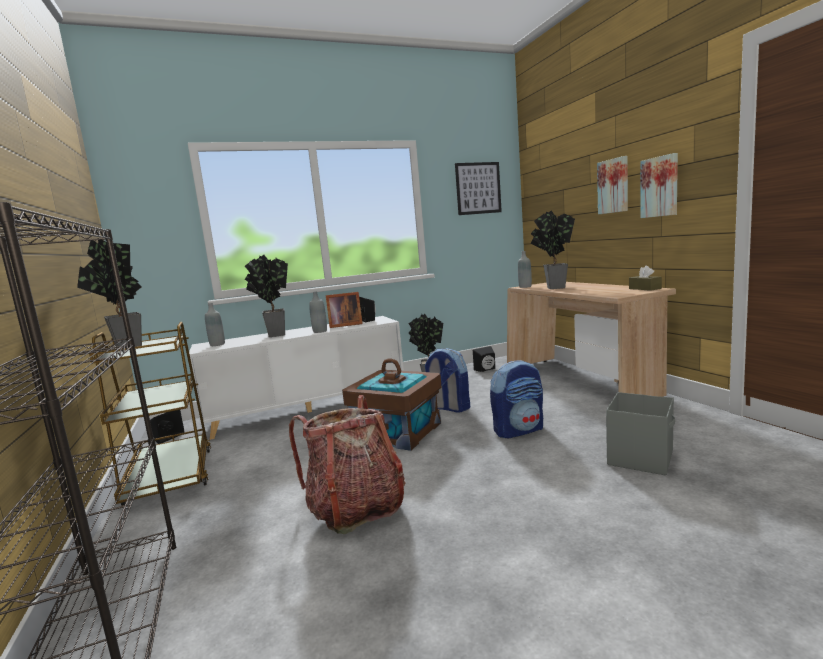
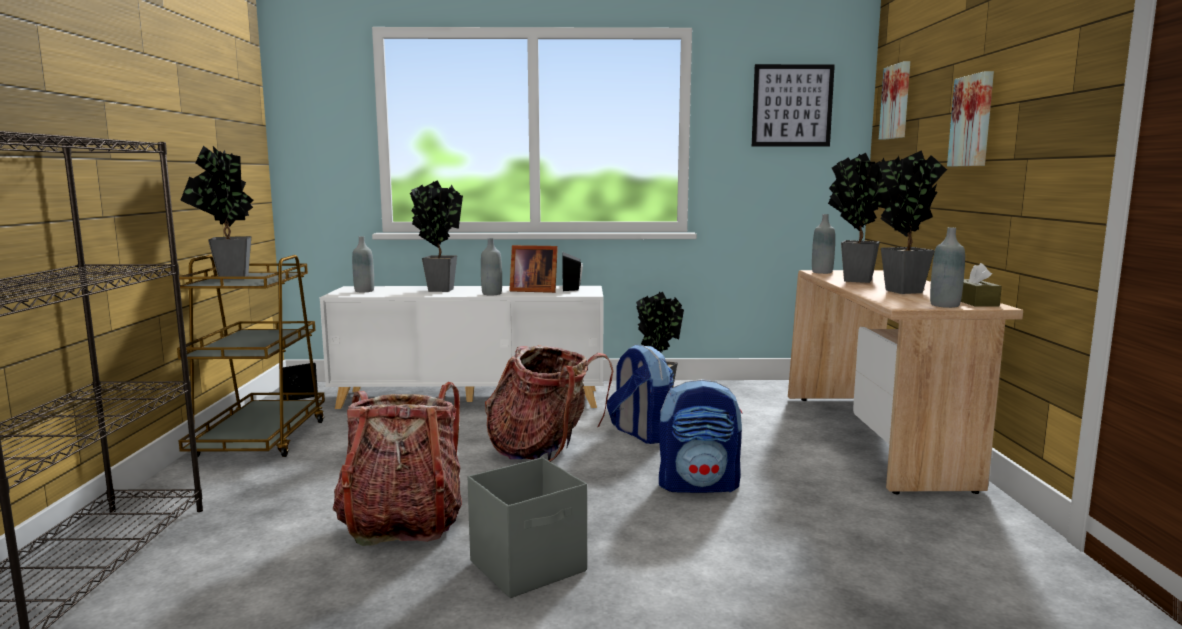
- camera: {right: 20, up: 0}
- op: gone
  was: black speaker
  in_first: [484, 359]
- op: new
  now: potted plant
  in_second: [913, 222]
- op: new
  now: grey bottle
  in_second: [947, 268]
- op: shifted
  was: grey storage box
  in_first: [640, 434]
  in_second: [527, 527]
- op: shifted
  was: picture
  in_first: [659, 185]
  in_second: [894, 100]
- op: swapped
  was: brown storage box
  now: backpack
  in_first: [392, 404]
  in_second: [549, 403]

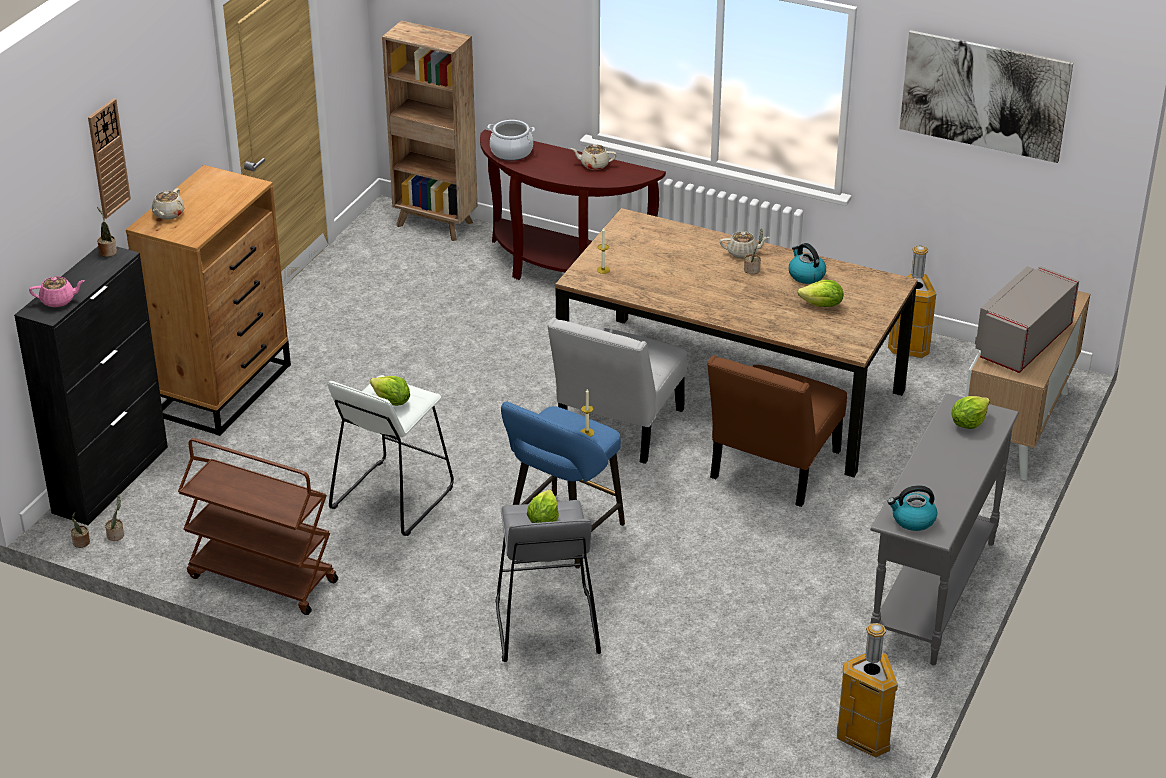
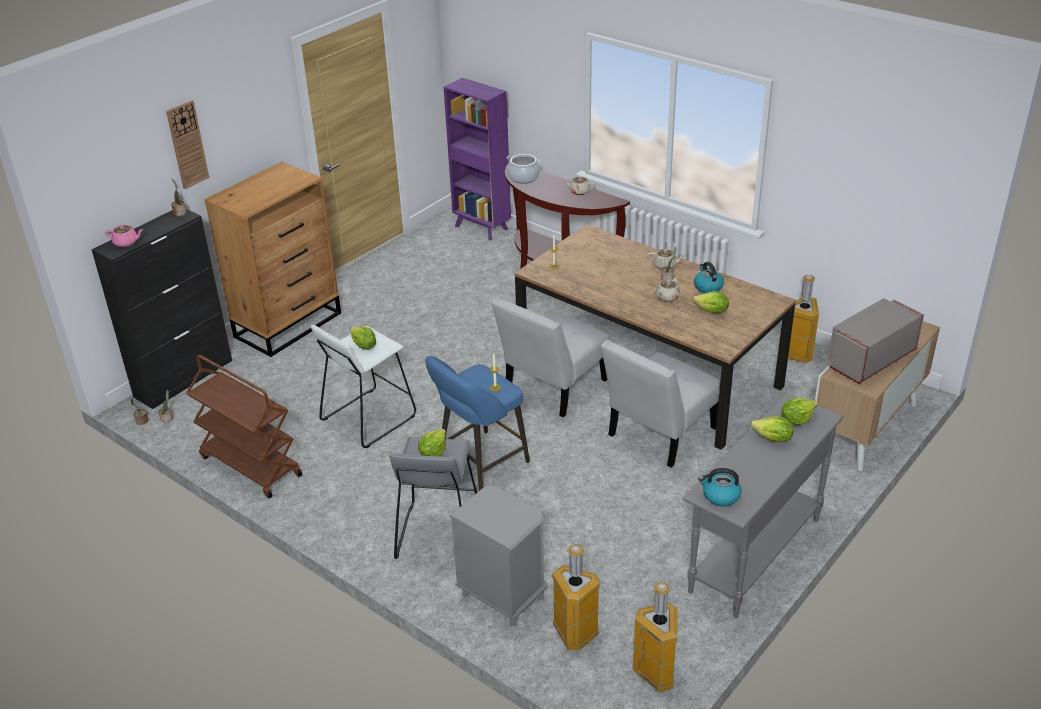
- camera: {right: 15, up: 0}
- op: gone
  was: picture
  in_first: [986, 96]
- op: new
  now: grey nightstand
  in_second: [498, 556]
- op: new
  now: trash can
  in_second: [576, 597]
- op: new
  now: lettuce
  in_second: [772, 429]
- op: shifted
  was: beige teapot
  in_first: [168, 204]
  in_second: [668, 290]
- op: repainted
  was: brown bookcase
  now: purple bookcase
  in_first: [430, 131]
  in_second: [477, 159]
- op: repainted
  was: brown chair
  now: white chair
  in_first: [777, 431]
  in_second: [660, 404]

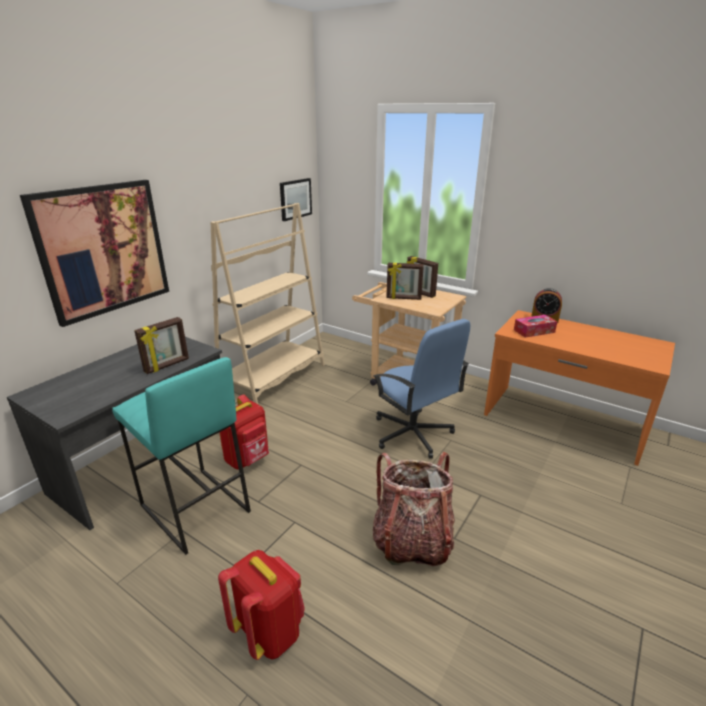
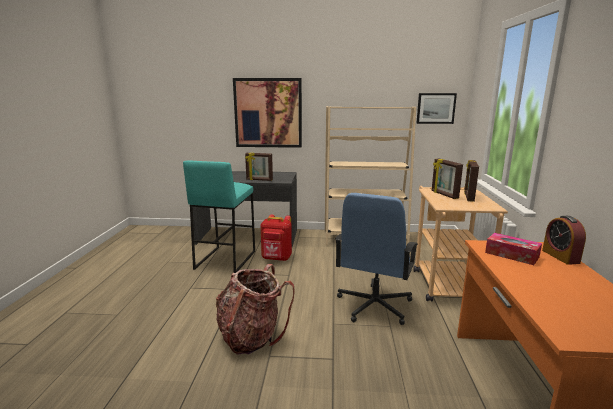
- camera: {right: 60, up: -10}
- op: gone
  was: red backpack
  in_first: [261, 605]

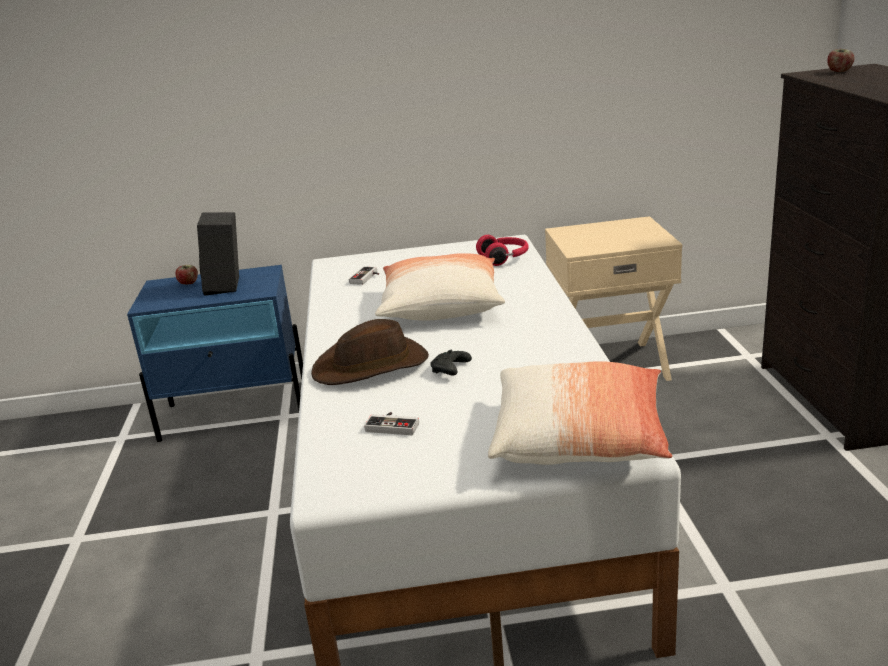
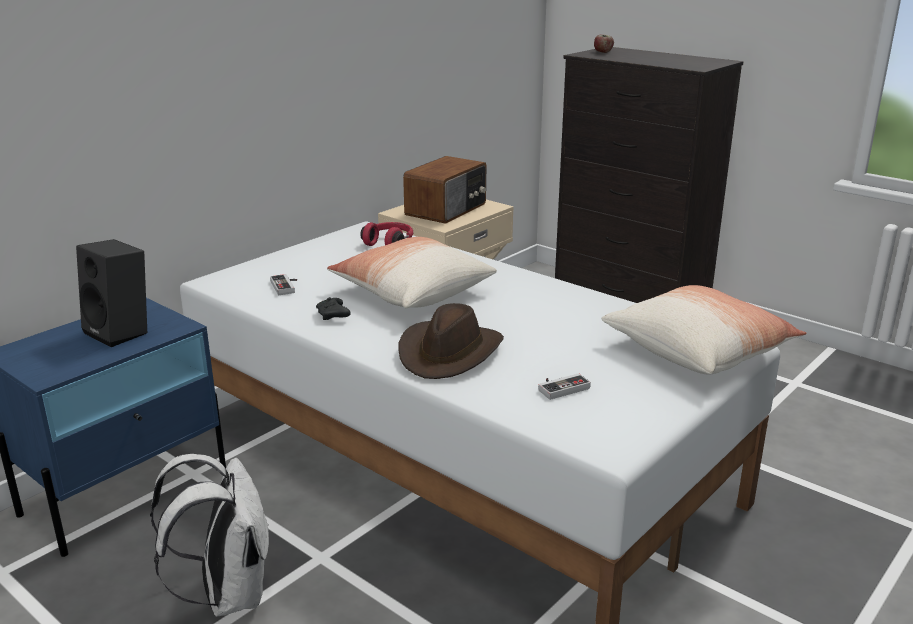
- camera: {right: -45, up: 0}
- op: gone
  was: apple
  in_first: [186, 274]
- op: new
  now: white backpack
  in_second: [209, 535]
- op: new
  now: radio
  in_second: [444, 190]
- op: shifted
  was: black game controller
  in_first: [451, 363]
  in_second: [333, 308]

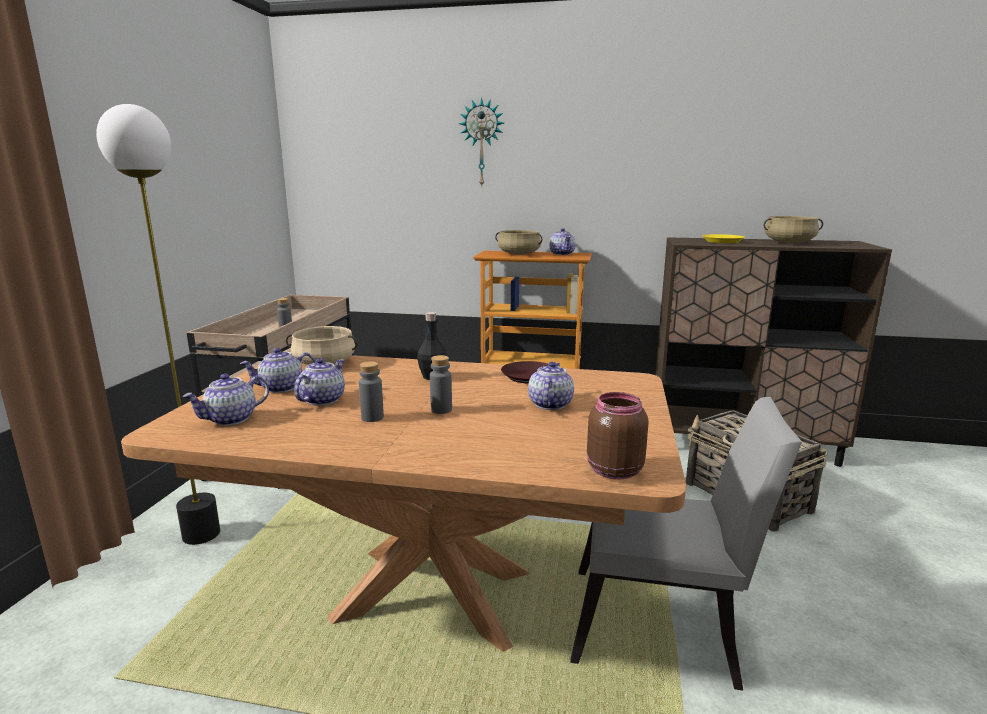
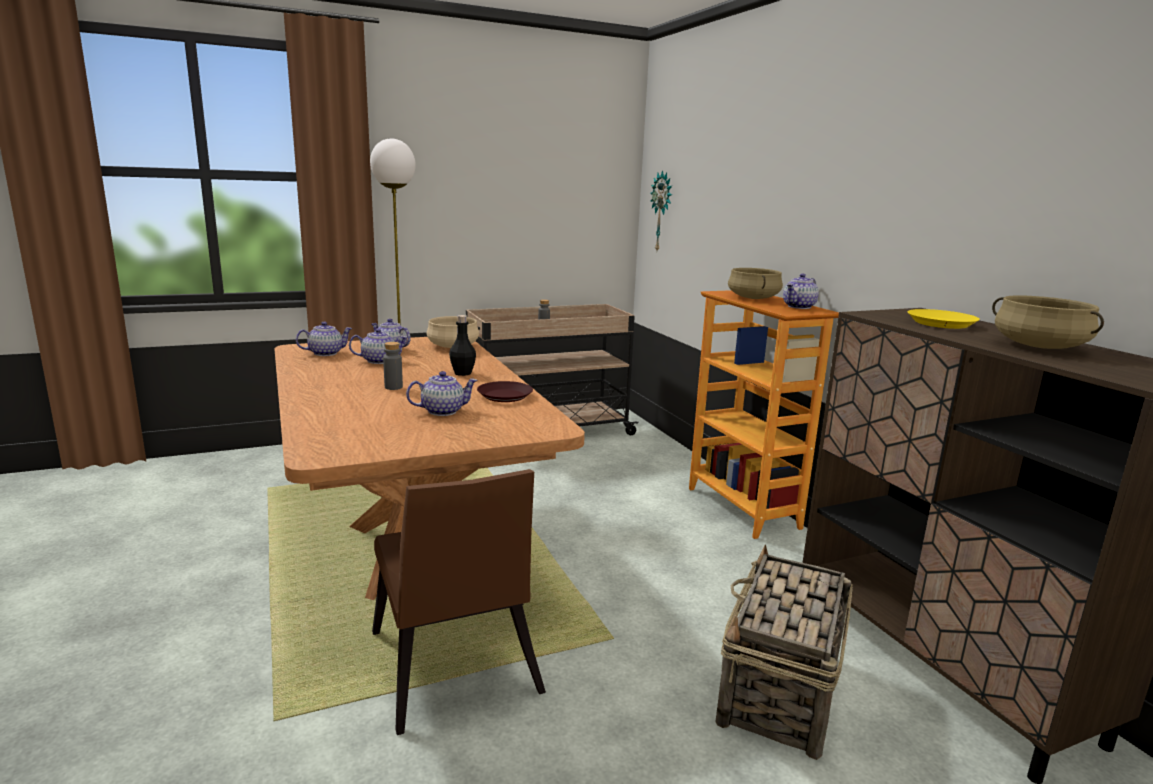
- camera: {right: 55, up: 0}
- op: gone
  was: grey bottle
  in_first: [371, 391]
- op: gone
  was: brown jar
  in_first: [618, 436]
- op: shifted
  was: wall clock
  in_first: [481, 141]
  in_second: [661, 210]
- op: repainted
  was: grey chair
  now: brown chair
  in_first: [686, 544]
  in_second: [459, 602]
- op: rotated
  was: teapot
  in_first: [226, 400]
  in_second: [324, 339]
  clockwise: 135

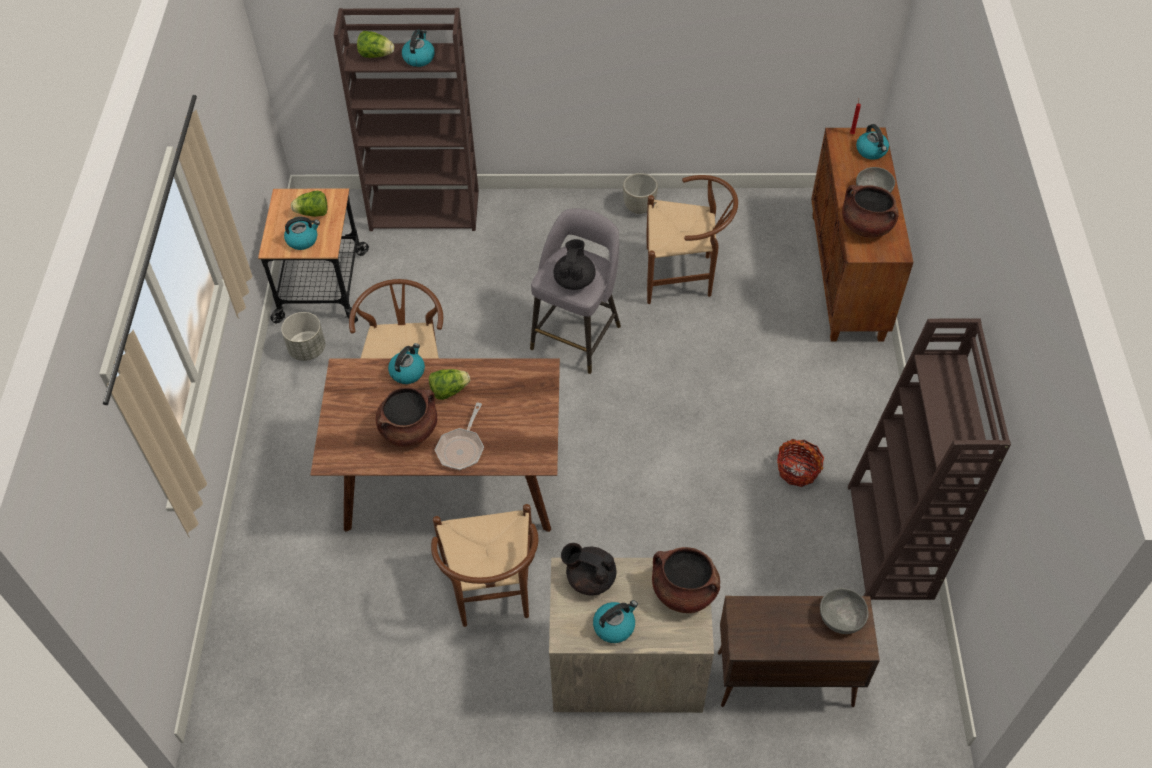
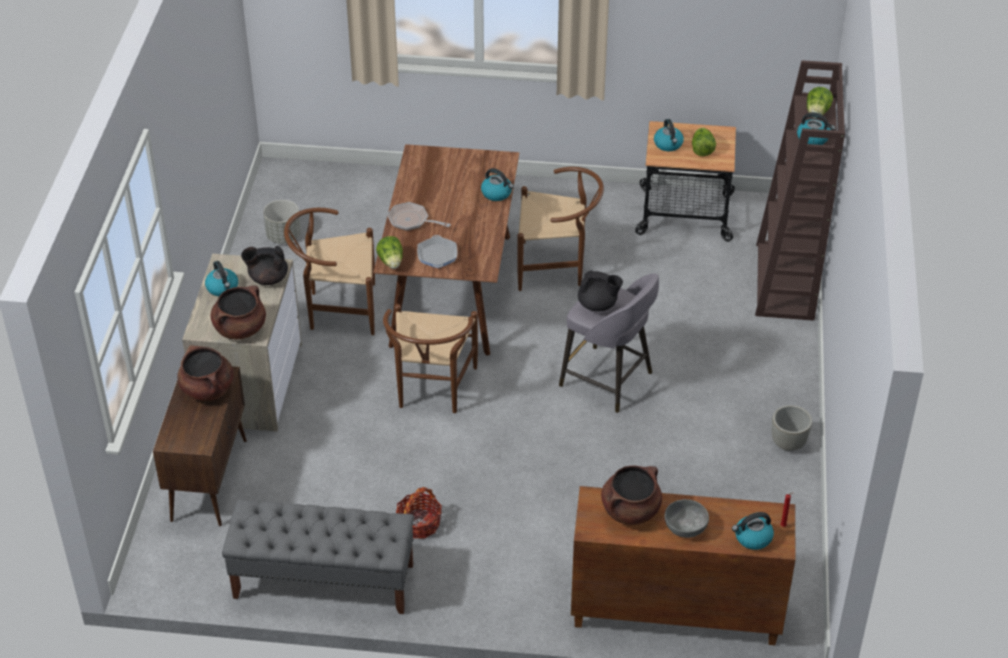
- camera: {right: 95, up: -10}
- op: gone
  was: grey bowl
  in_first: [844, 611]
- op: new
  now: frying pan
  in_second: [437, 251]
- op: shifted
  was: grey planter
  in_first: [303, 336]
  in_second: [282, 222]
- op: shifted
  was: brown cooking pot
  in_first: [406, 417]
  in_second: [205, 373]
- op: shifted
  was: lettuce
  in_first: [449, 384]
  in_second: [389, 252]
- op: shifted
  was: brown chair
  in_first: [692, 239]
  in_second: [430, 358]
- op: swapped
  was: brown bookcase
  now: grey bench
  in_first: [929, 459]
  in_second: [318, 557]
- op: rotated
  was: black teapot
  in_first: [588, 569]
  in_second: [264, 265]
  clockwise: -120

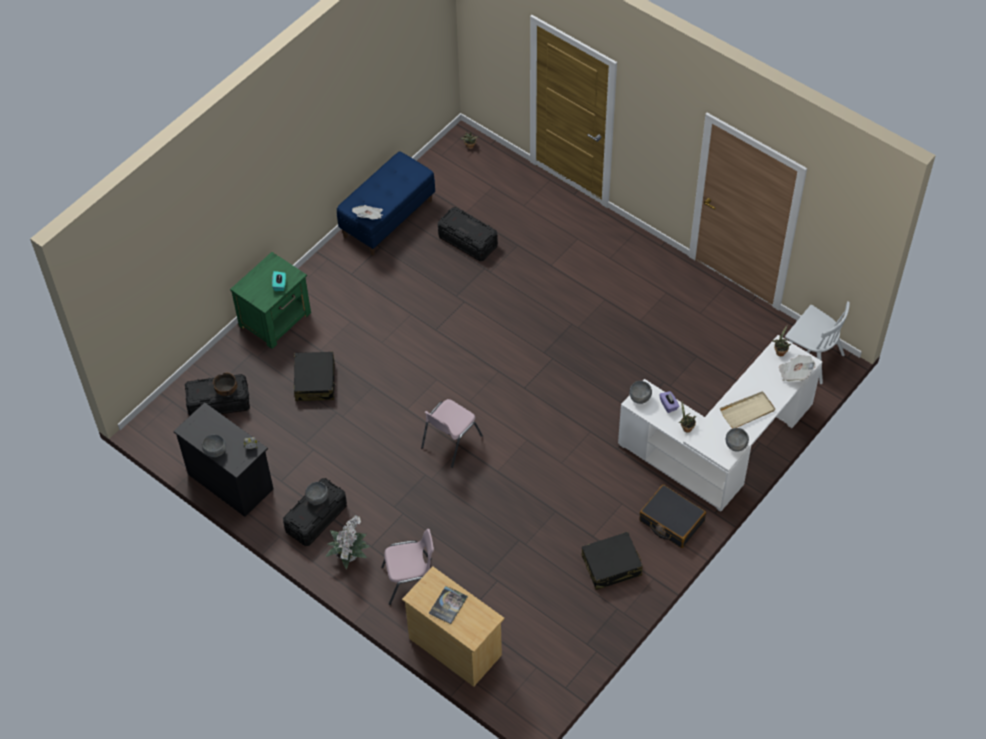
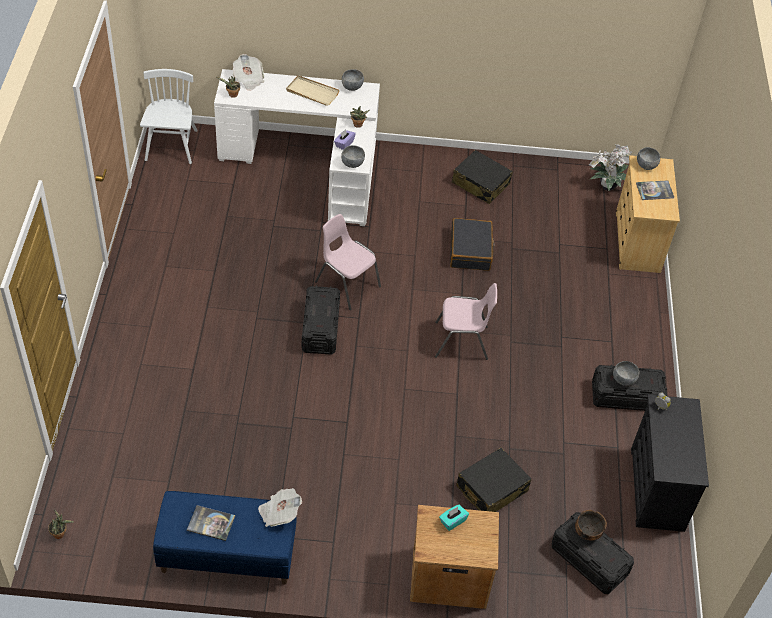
- camera: {right: -130, up: -5}
- op: new
  now: book
  in_second: [211, 523]
- op: shifted
  was: grey bowl
  in_first: [214, 446]
  in_second: [648, 158]
- op: shifted
  was: potted plant
  in_first: [347, 542]
  in_second: [610, 167]
- op: shifted
  was: pink chair
  in_first: [407, 567]
  in_second: [348, 262]
- op: shifted
  was: black storage box
  in_first: [468, 234]
  in_second: [321, 320]
- op: shifted
  was: black suitcase
  in_first: [672, 516]
  in_second: [472, 244]
- op: repainted
  was: green nightstand
  now: brown nightstand
  in_first: [270, 300]
  in_second: [454, 557]

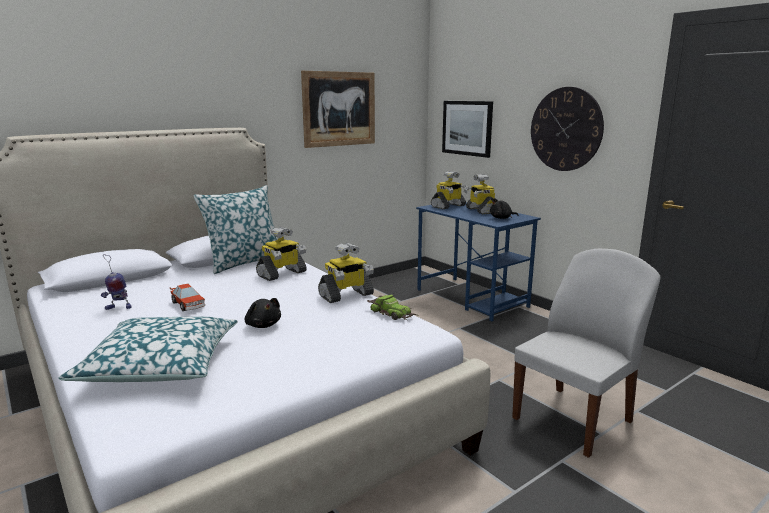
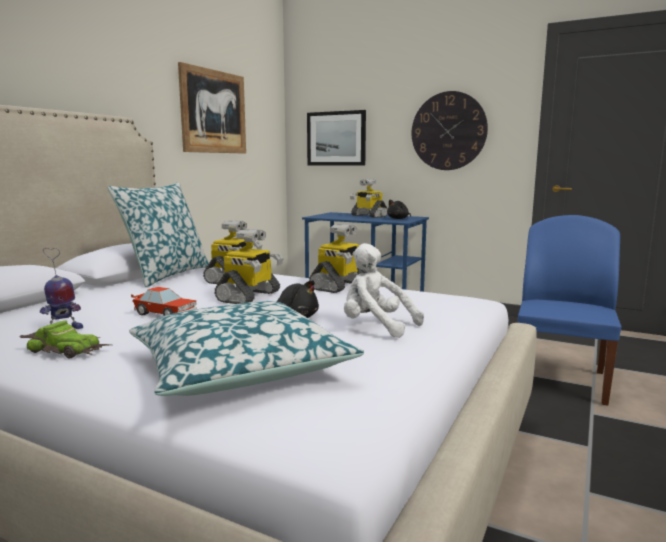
- camera: {right: -25, up: -5}
- op: new
  now: white plush toy
  in_second: [384, 290]
- op: shifted
  was: toy car
  in_first: [392, 308]
  in_second: [64, 340]
- op: shifted
  was: toy robot
  in_first: [449, 190]
  in_second: [249, 266]
- op: repainted
  was: white chair
  now: blue chair
  in_first: [586, 353]
  in_second: [569, 310]

